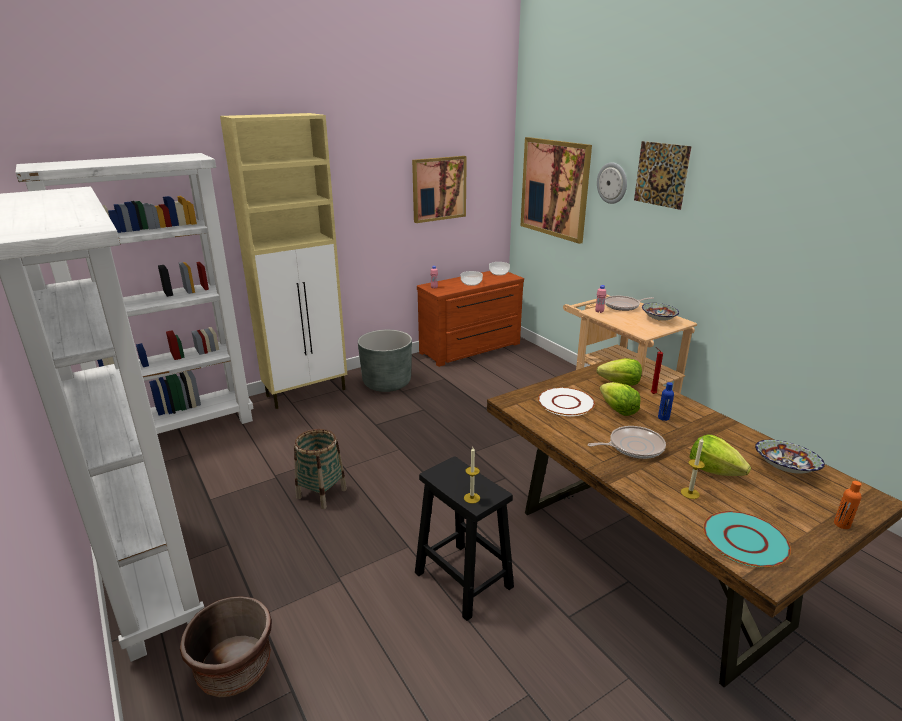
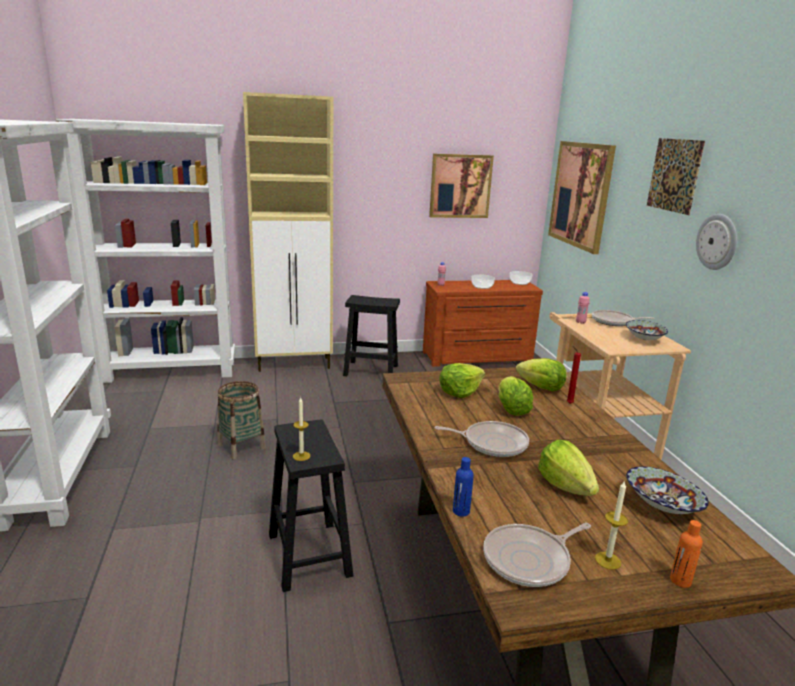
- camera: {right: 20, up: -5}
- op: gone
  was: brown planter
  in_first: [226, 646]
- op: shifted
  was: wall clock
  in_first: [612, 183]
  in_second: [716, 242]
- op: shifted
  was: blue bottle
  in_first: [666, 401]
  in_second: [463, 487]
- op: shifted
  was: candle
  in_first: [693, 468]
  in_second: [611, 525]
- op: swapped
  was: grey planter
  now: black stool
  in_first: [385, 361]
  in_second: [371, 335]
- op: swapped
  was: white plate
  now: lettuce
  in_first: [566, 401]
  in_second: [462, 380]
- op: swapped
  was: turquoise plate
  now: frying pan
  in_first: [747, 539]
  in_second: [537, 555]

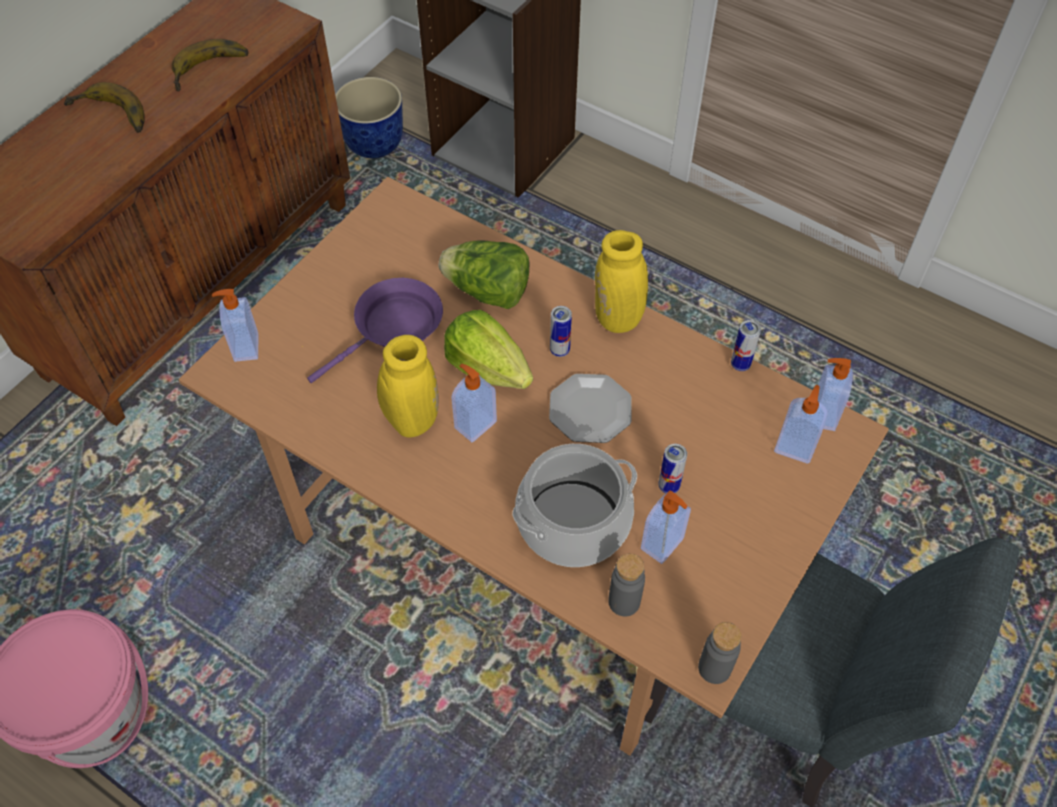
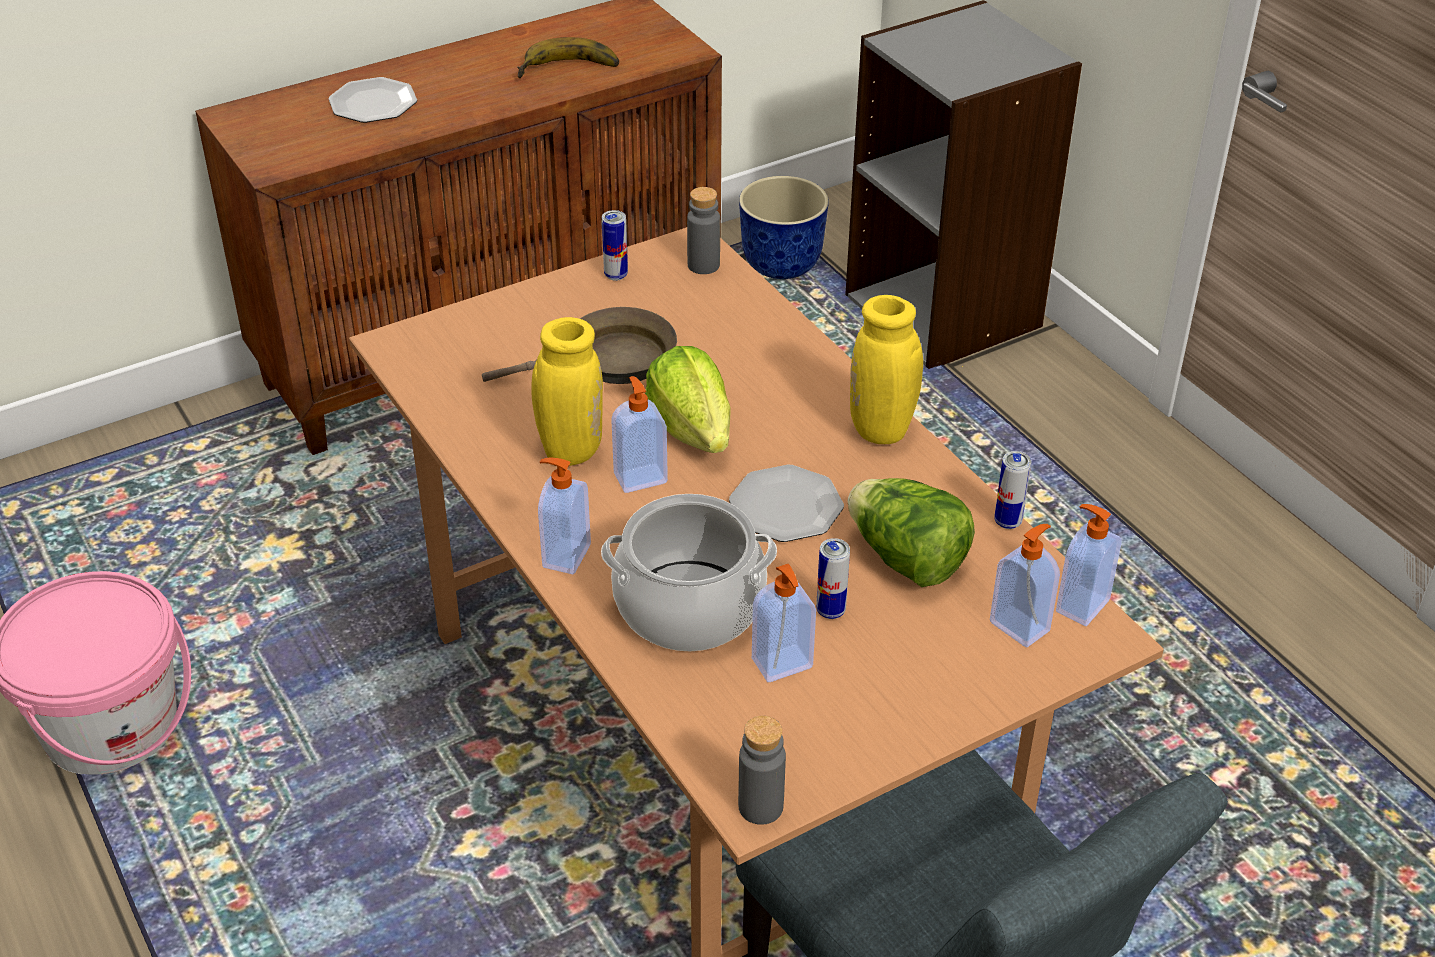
- camera: {right: 25, up: -15}
- op: gone
  was: banana
  in_first: [104, 107]
- op: new
  now: plate
  in_second: [372, 100]
- op: shifted
  was: soap dispenser
  in_first: [235, 325]
  in_second: [564, 515]
- op: shifted
  was: lettuce
  in_first: [484, 274]
  in_second: [911, 532]
- op: shifted
  was: can
  in_first: [561, 331]
  in_second: [615, 245]
- op: shifted
  was: grey bottle
  in_first: [626, 585]
  in_second: [703, 230]
- op: repainted
  was: purple frying pan
  now: brown frying pan
  in_first: [375, 330]
  in_second: [579, 345]

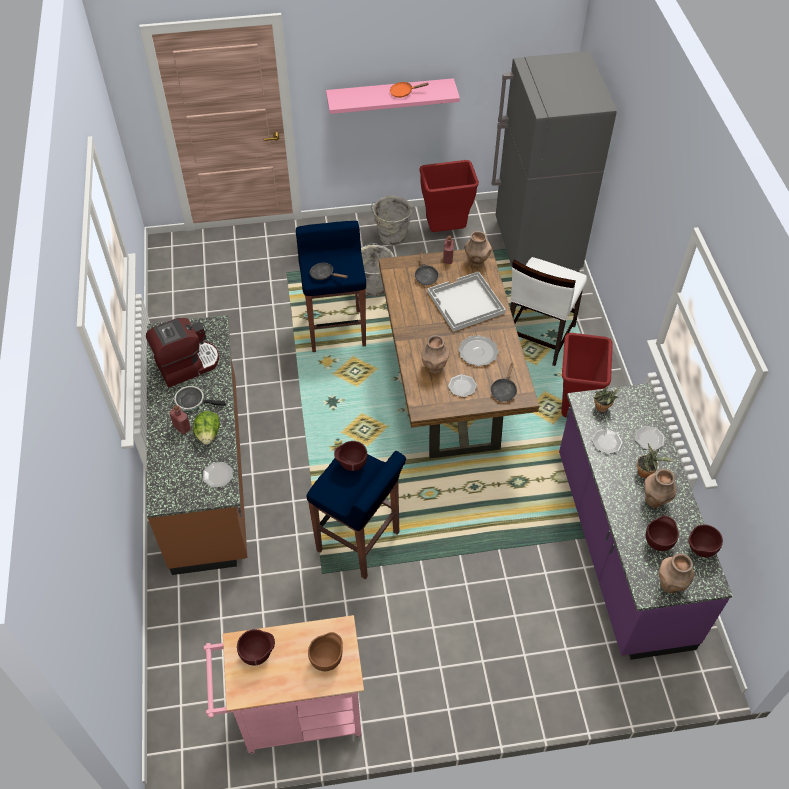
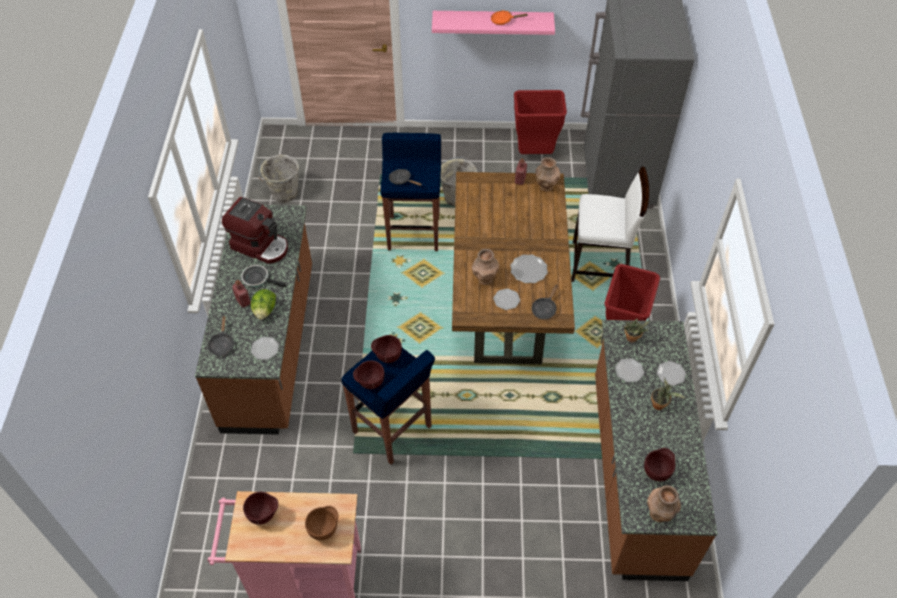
- camera: {right: 10, up: 0}
- op: gone
  was: white tray
  in_first: [466, 301]
- op: gone
  was: brown vase
  in_first: [660, 488]
- op: shifted
  was: grey bucket
  in_first: [391, 220]
  in_second: [278, 179]
- op: shifted
  was: black frying pan
  in_first: [427, 268]
  in_second: [221, 336]
- op: shifted
  was: brown bowl
  in_first: [705, 540]
  in_second: [369, 375]
- op: repainted
  was: purple counter
  now: brown counter
  in_first: [646, 521]
  in_second: [656, 450]
- op: rotated
  was: coffee machine
  in_first: [182, 353]
  in_second: [255, 230]
  clockwise: 45
- op: rotated
  was: white chair
  in_first: [548, 311]
  in_second: [610, 224]
  clockwise: -120

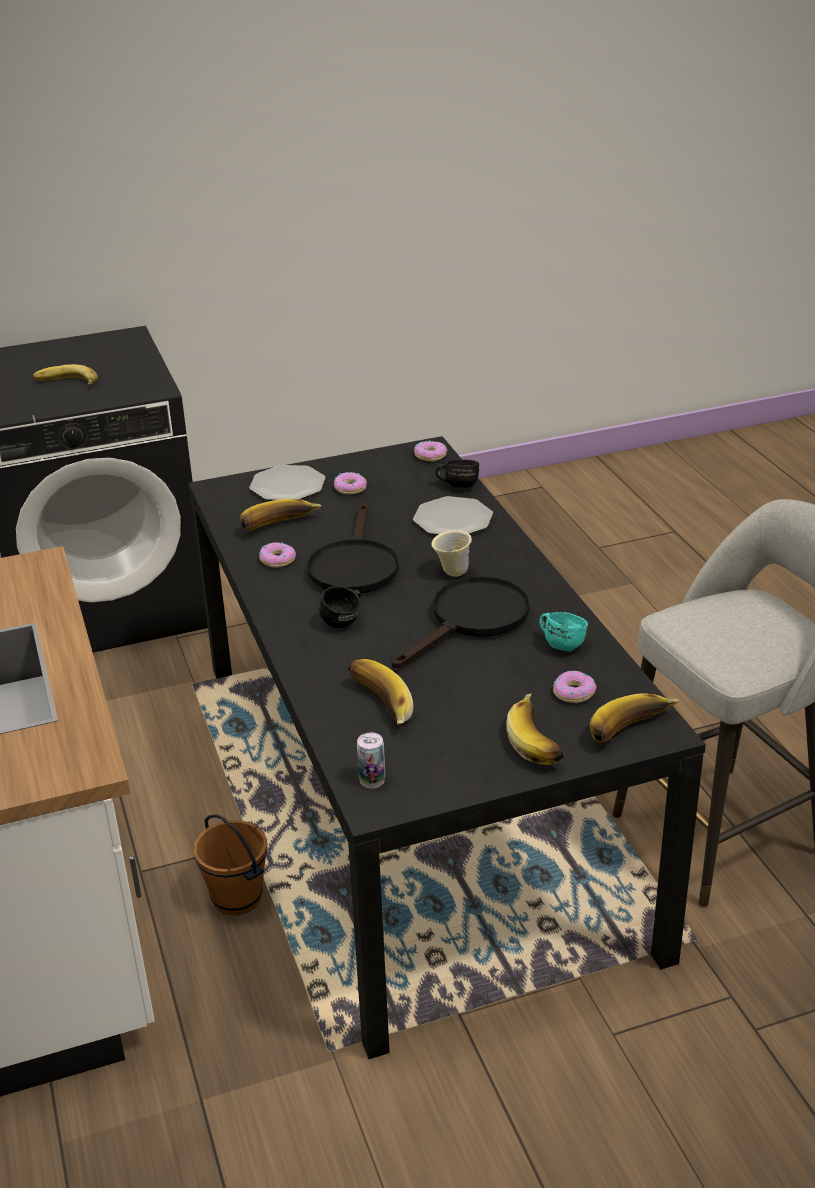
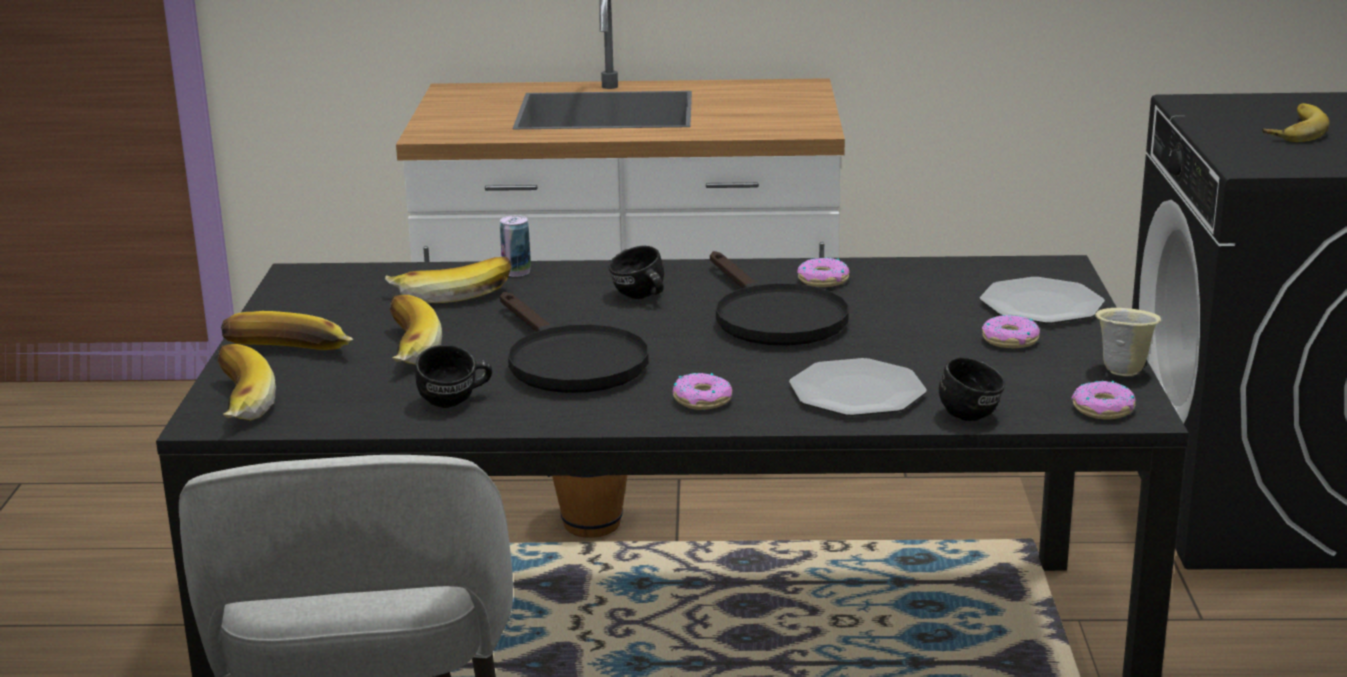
- camera: {right: 110, up: -10}
- op: shifted
  was: banana
  in_first: [280, 515]
  in_second: [416, 330]
- op: shifted
  was: can
  in_first: [371, 760]
  in_second: [515, 246]
- op: shifted
  was: beige mug
  in_first: [451, 553]
  in_second: [1128, 342]
- op: shifted
  was: donut
  in_first: [575, 687]
  in_second: [702, 391]
- op: repainted
  was: turquoise mug
  now: black mug
  in_first: [563, 631]
  in_second: [453, 376]
- op: rotated
  was: black frying pan
  in_first: [353, 548]
  in_second: [779, 298]
  clockwise: -135

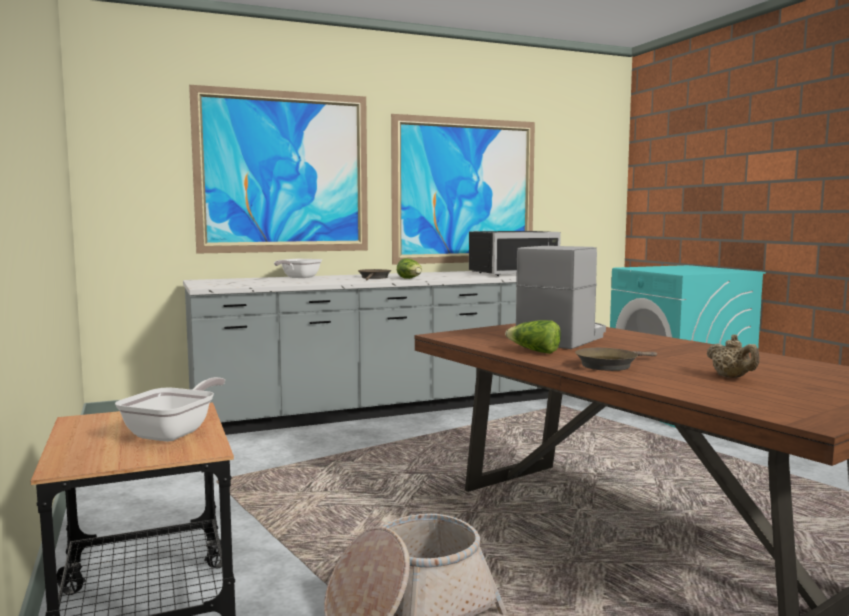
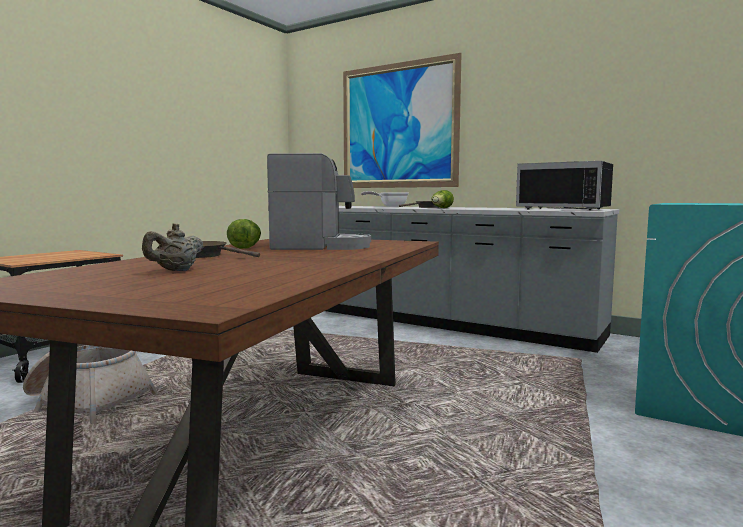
- camera: {right: 55, up: 0}
- op: gone
  was: frying pan
  in_first: [170, 409]
- op: gone
  was: picture
  in_first: [463, 189]

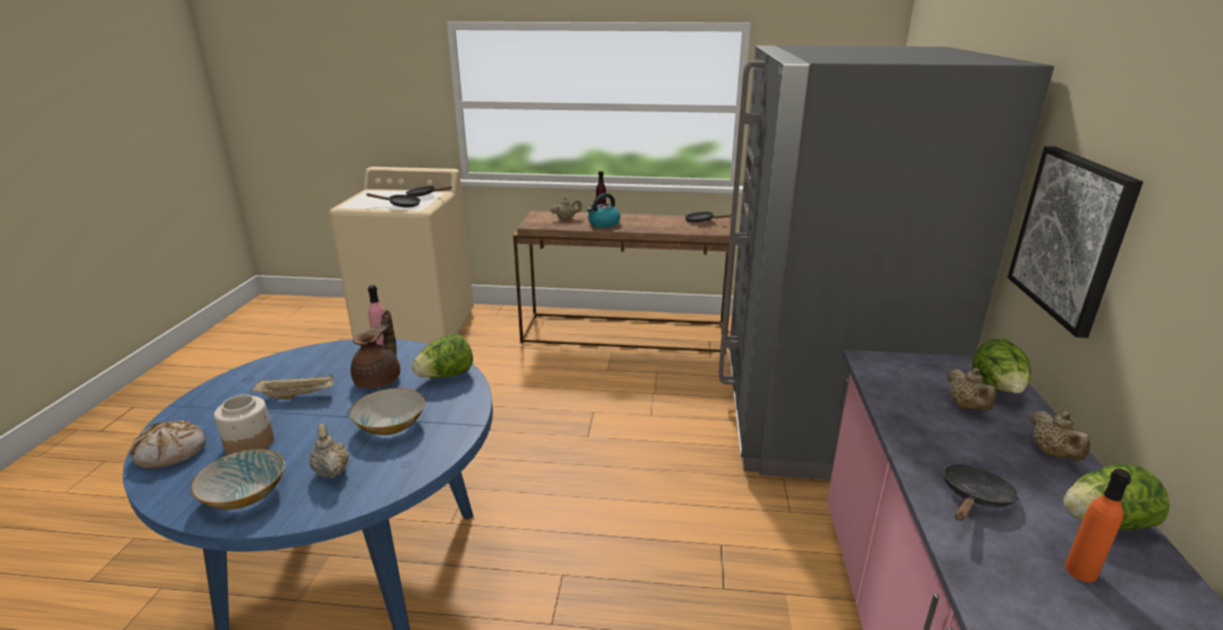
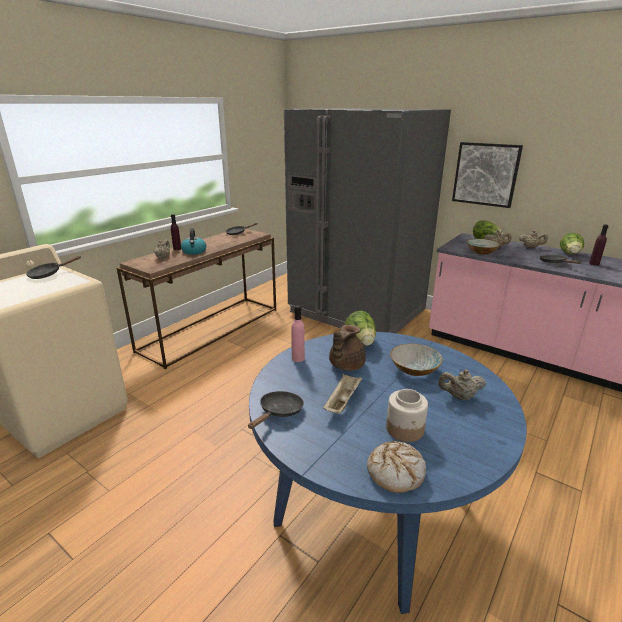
- camera: {right: -60, up: 0}
- op: shifted
  was: bowl
  in_first: [238, 479]
  in_second: [483, 247]
- op: shifted
  was: black frying pan
  in_first: [393, 200]
  in_second: [276, 410]
- op: repainted
  was: orange bottle
  now: purple bottle
  in_first: [1098, 525]
  in_second: [599, 245]
- op: rotated
  was: brown teapot
  in_first: [375, 349]
  in_second: [347, 347]
  clockwise: -105

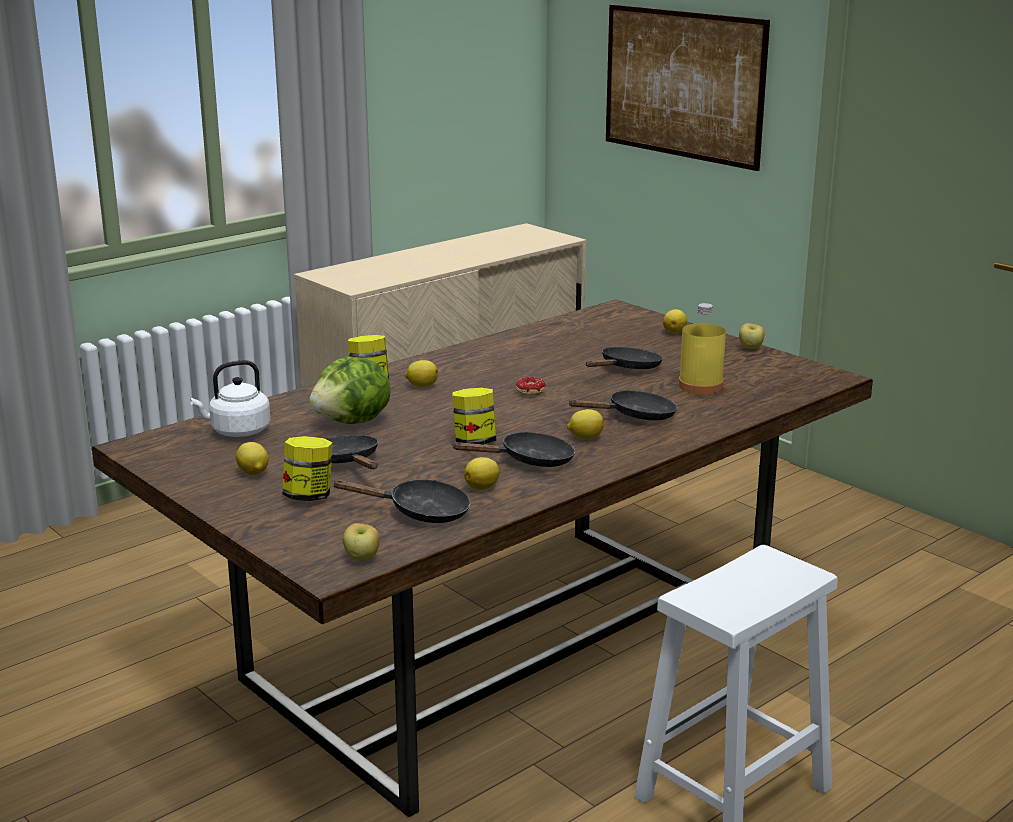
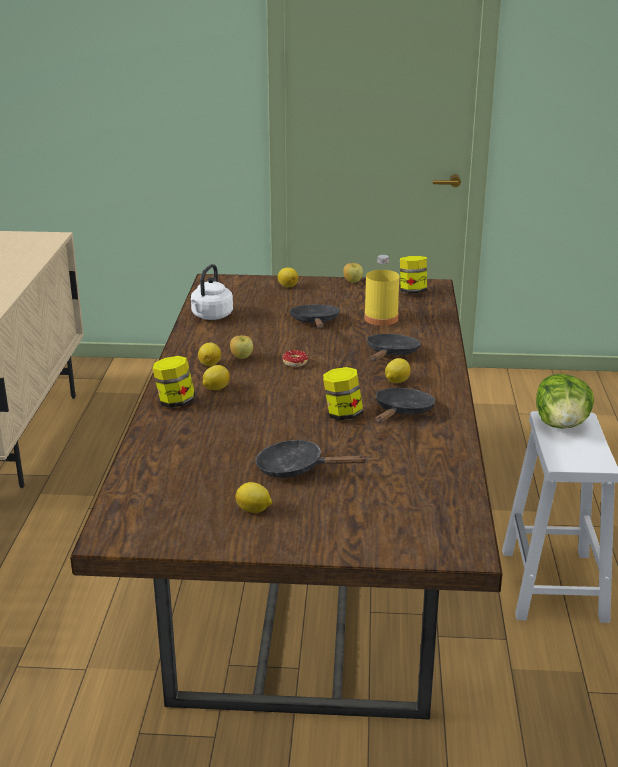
- camera: {right: -45, up: 5}
- op: gone
  was: black frying pan
  in_first: [401, 501]
- op: gone
  was: picture
  in_first: [688, 87]
- op: shifted
  was: white kettle
  in_first: [230, 398]
  in_second: [212, 292]
- op: shifted
  was: jar
  in_first: [307, 468]
  in_second: [413, 275]
- op: shifted
  was: lettuce
  in_first: [349, 390]
  in_second: [565, 401]
- op: shifted
  was: apple
  in_first: [361, 542]
  in_second: [241, 347]
- op: shifted
  was: lemon
  in_first: [482, 473]
  in_second: [209, 354]

